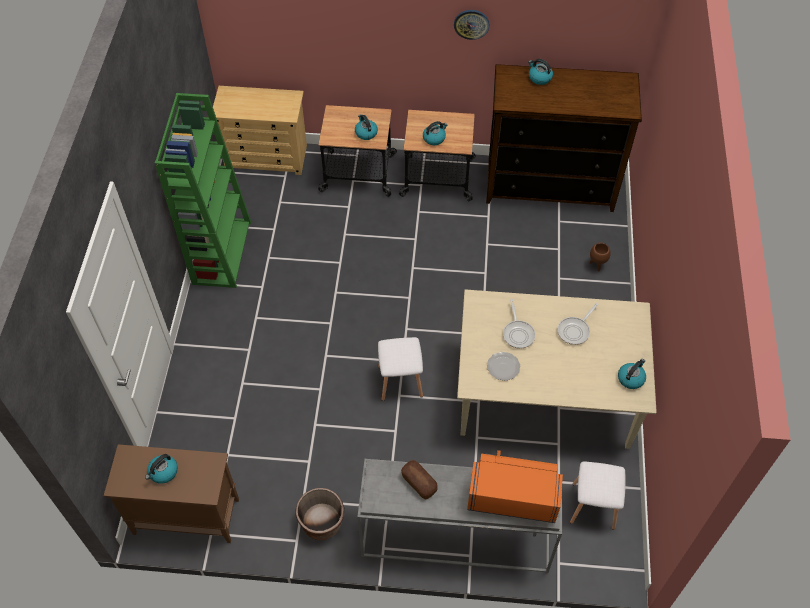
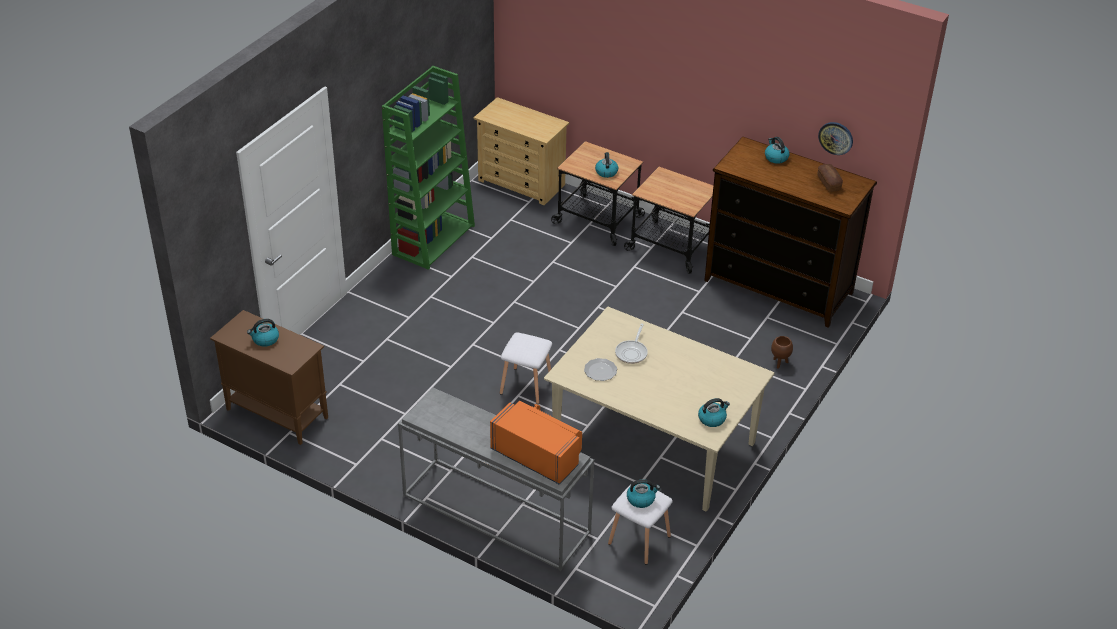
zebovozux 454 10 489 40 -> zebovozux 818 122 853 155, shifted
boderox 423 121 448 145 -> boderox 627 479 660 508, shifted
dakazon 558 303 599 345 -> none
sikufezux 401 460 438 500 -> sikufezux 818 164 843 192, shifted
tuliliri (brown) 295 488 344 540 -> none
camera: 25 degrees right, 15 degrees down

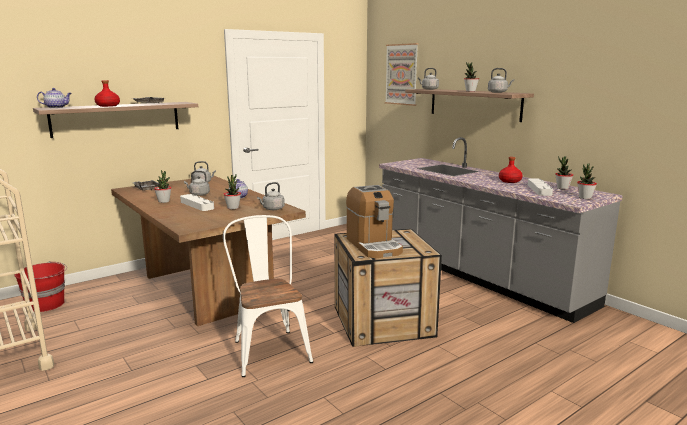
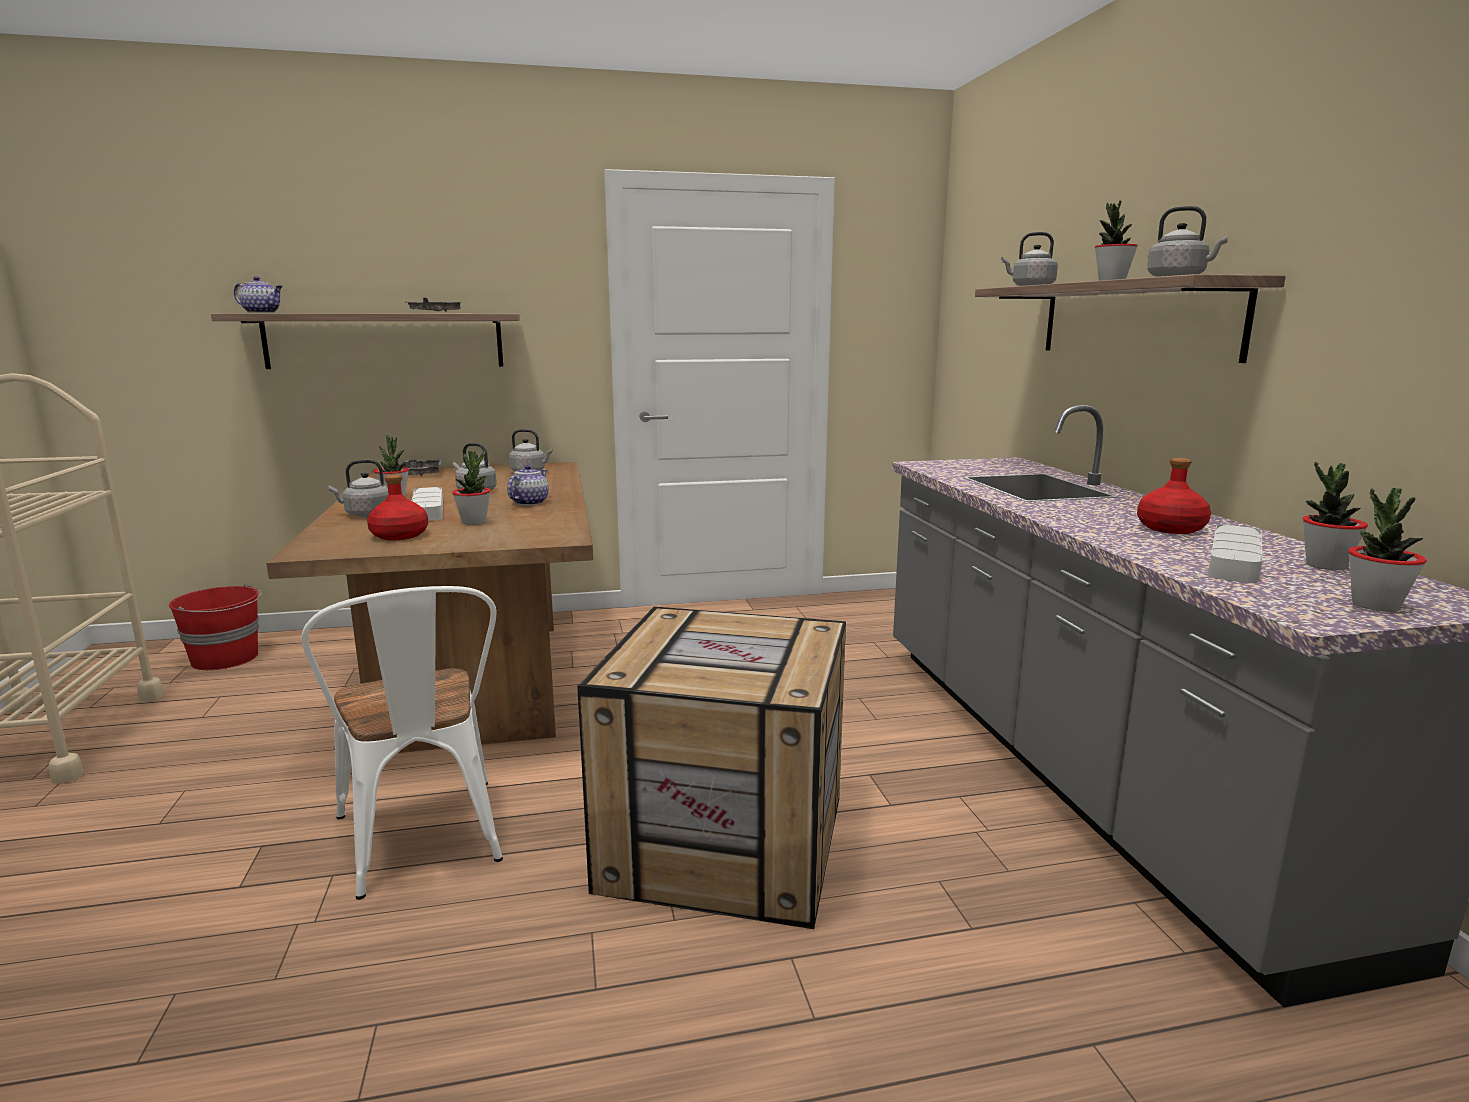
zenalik 385 43 418 106 -> none
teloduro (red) 94 80 120 107 -> teloduro (red) 367 474 428 540, shifted
boderox (grey) 257 182 285 210 -> boderox (grey) 328 460 388 517, shifted
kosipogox 346 185 403 258 -> none
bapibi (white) 223 215 313 377 -> bapibi (white) 301 586 503 900, 150 degrees clockwise
camera: 25 degrees right, 0 degrees up

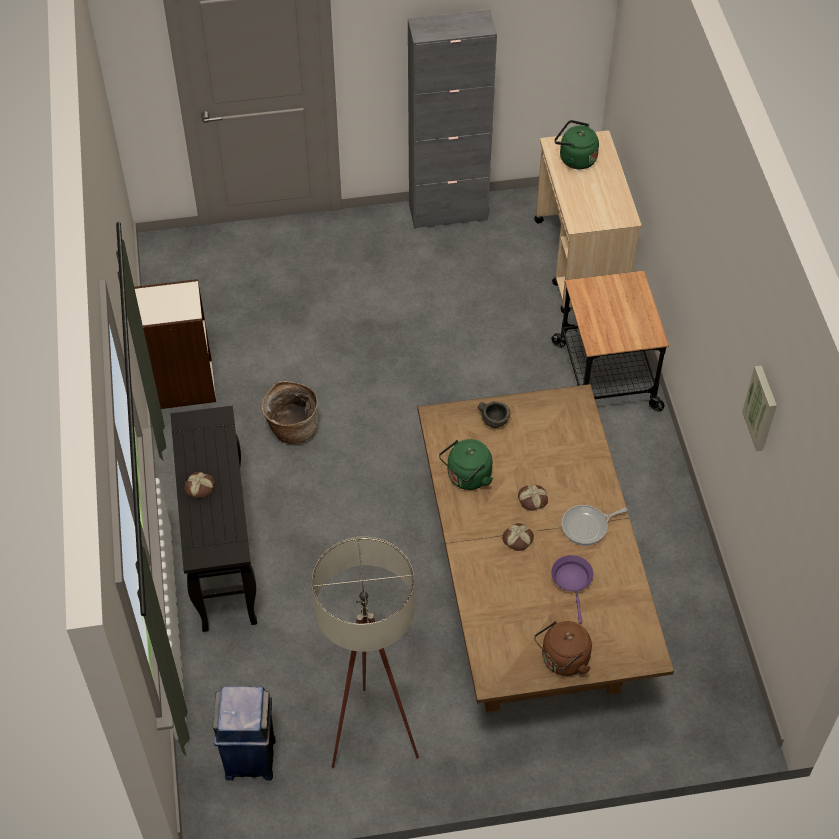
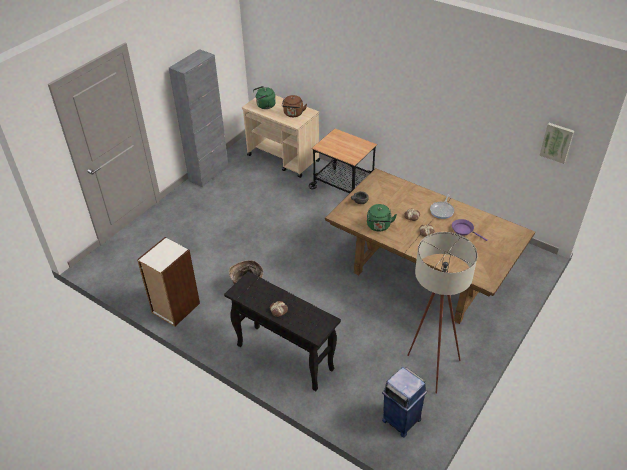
zenalik 742 365 777 451 -> zenalik 539 123 574 164, shifted
boderox (brown) 534 621 592 676 -> boderox (brown) 282 95 307 117, shifted
camera: 45 degrees left, 10 degrees down

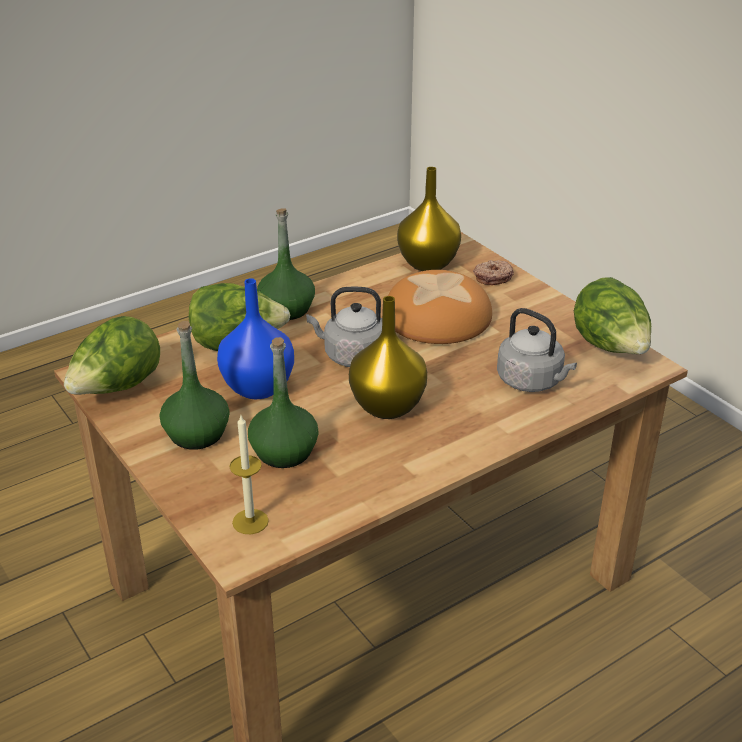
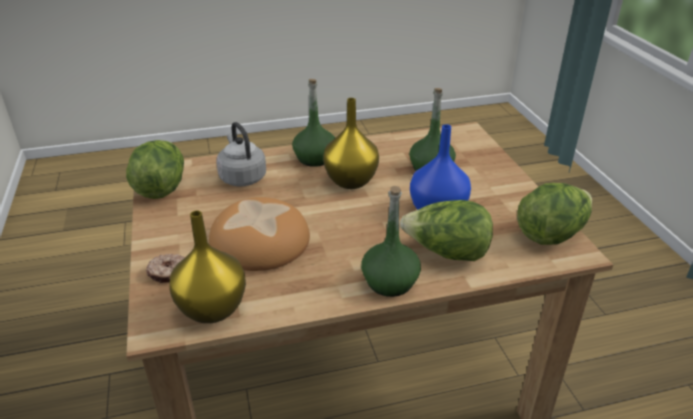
boderox (grey) 306 287 382 367 -> none
teloduro (green) 159 321 230 450 -> teloduro (green) 292 79 335 167, shifted
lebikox 229 416 269 534 -> none
camera: 160 degrees left, 0 degrees up

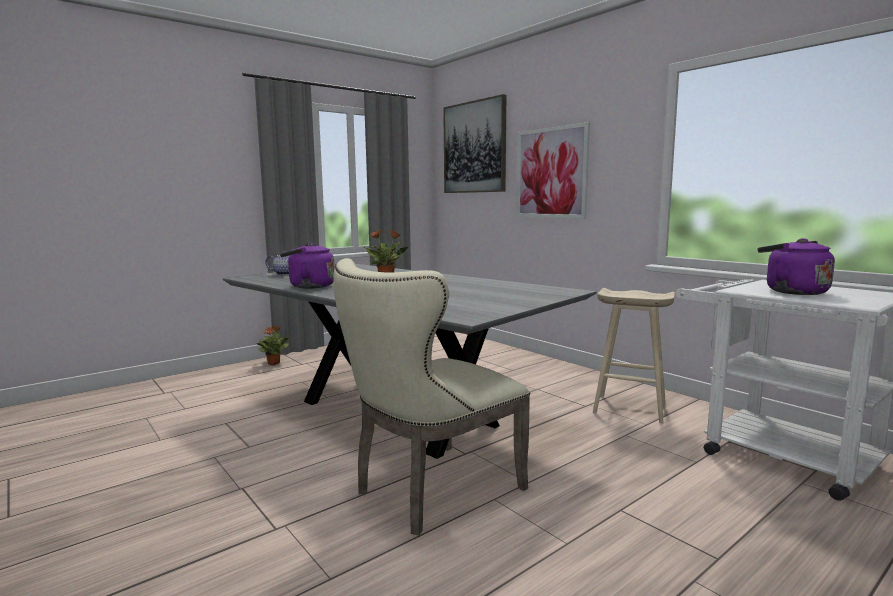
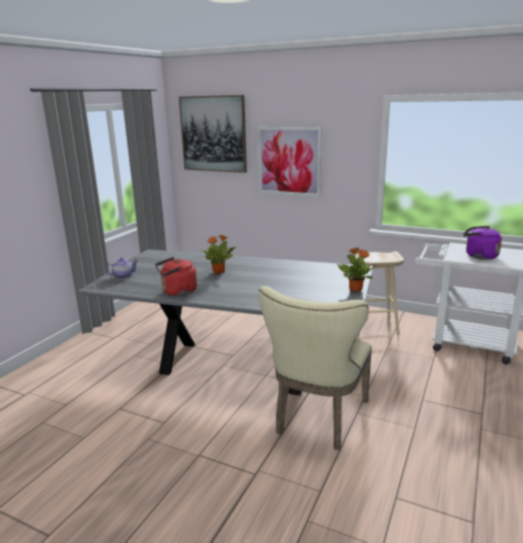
boderox (purple) 280 243 335 289 -> boderox (red) 155 257 197 296
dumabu 257 326 290 365 -> dumabu 337 247 376 291, shifted
camera: 25 degrees left, 10 degrees up

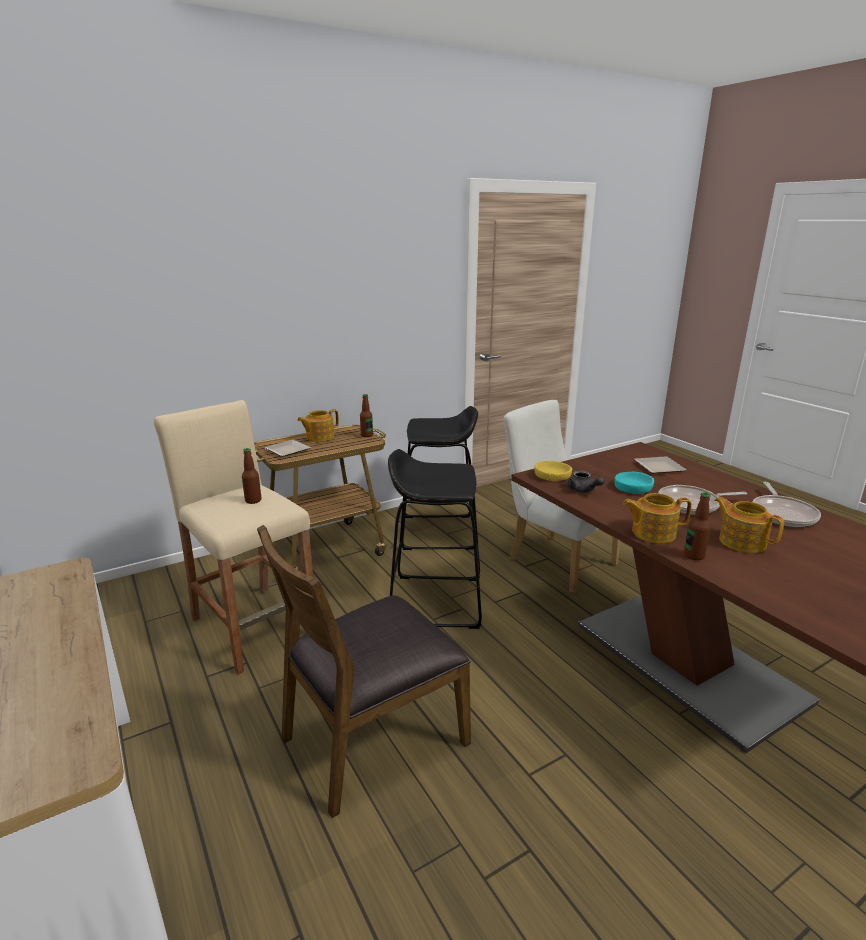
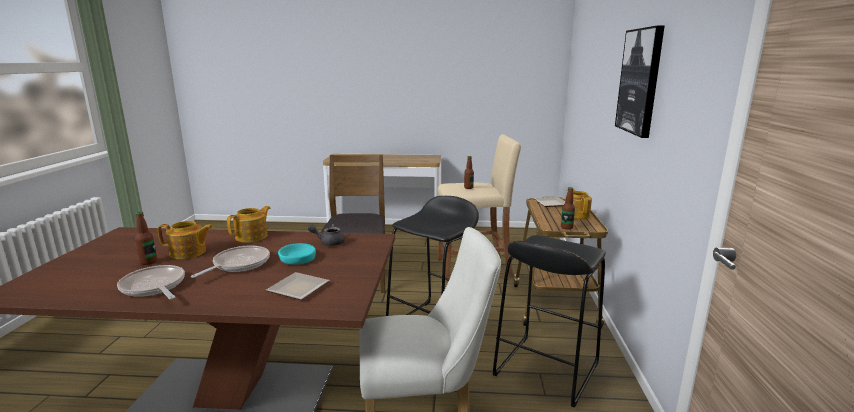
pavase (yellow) 534 461 572 481 -> none
teloduro 684 492 711 560 -> teloduro 135 212 157 265, shifted
none -> zenalik 615 25 665 138
camera: 125 degrees right, 5 degrees down

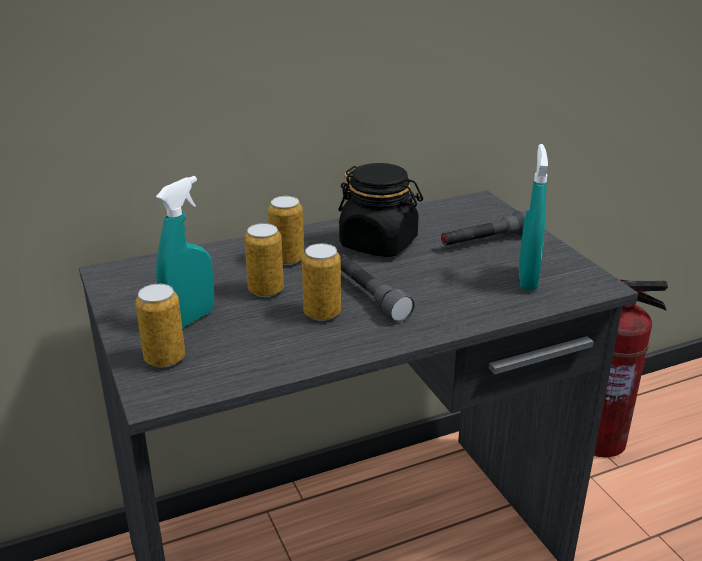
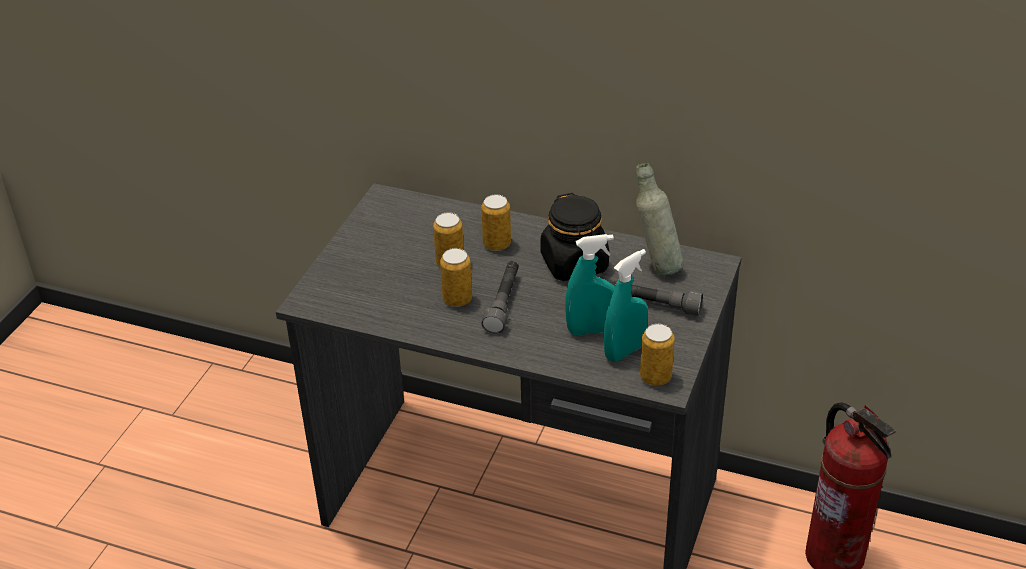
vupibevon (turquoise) 156 176 214 328 -> vupibevon (turquoise) 565 234 615 335, shifted
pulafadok 135 284 185 368 -> pulafadok 640 324 675 386, shifted
none -> teloduro (grey) 636 163 684 276
camera: 45 degrees right, 10 degrees up

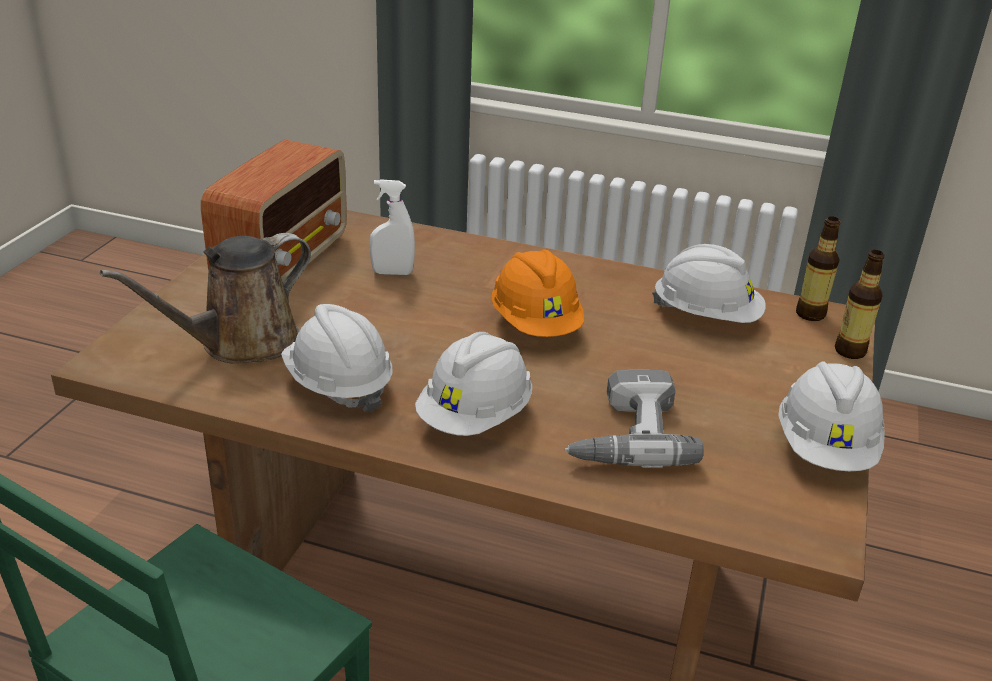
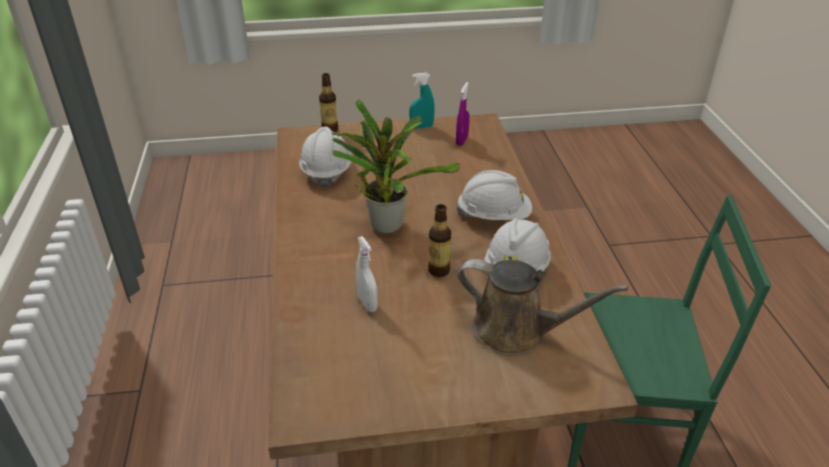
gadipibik 201 140 347 283 -> none
teloduro 796 216 841 321 -> teloduro 428 204 451 277, shifted
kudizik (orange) 492 249 584 337 -> dumabu 332 100 460 234
kudizik (white) 778 361 885 471 -> vupibevon (turquoise) 409 73 435 129
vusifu 565 370 704 468 -> none
none -> vupibevon (purple) 456 82 470 146
camera: 115 degrees left, 5 degrees up

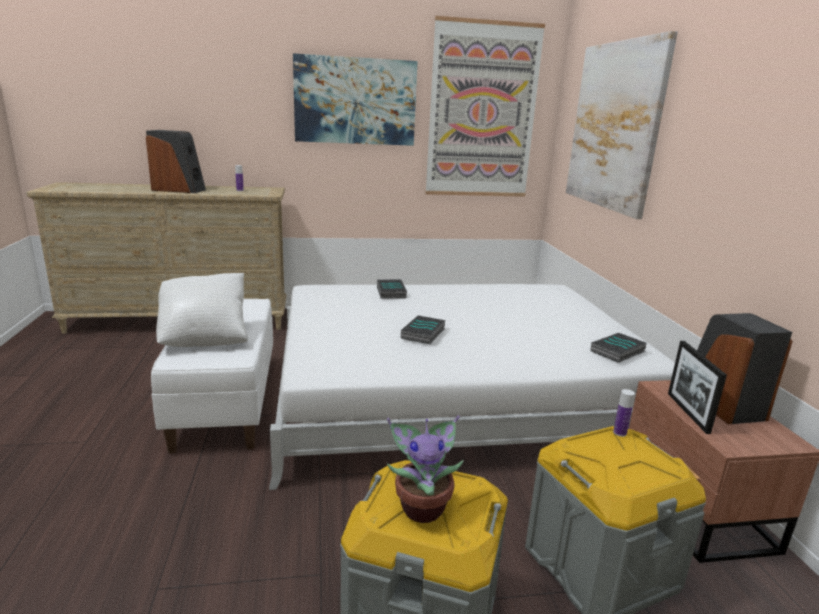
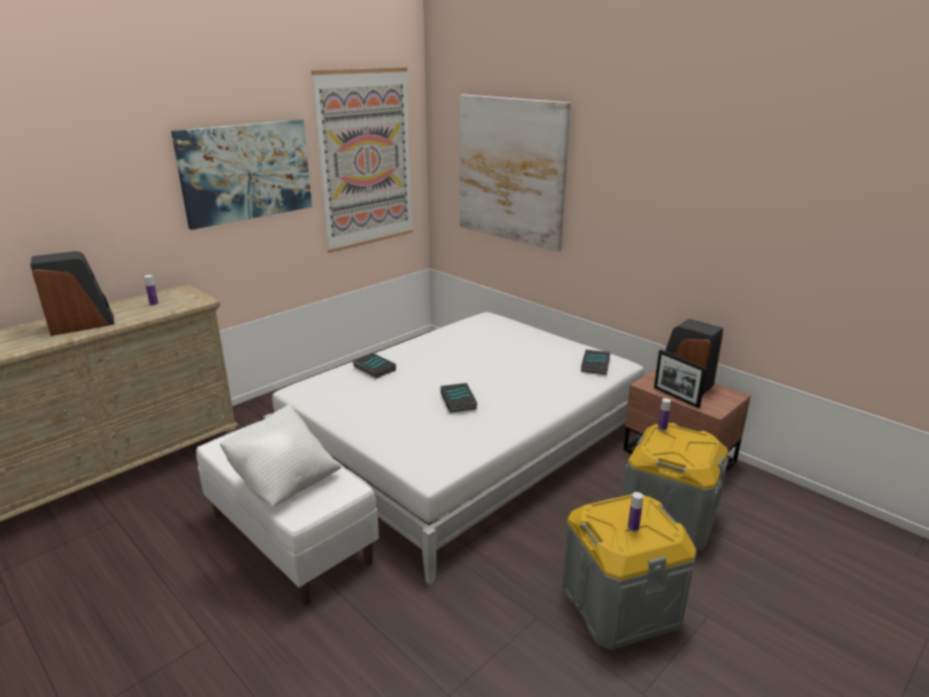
dumabu 387 415 464 523 -> teloduro 628 492 643 532
camera: 35 degrees left, 5 degrees up

